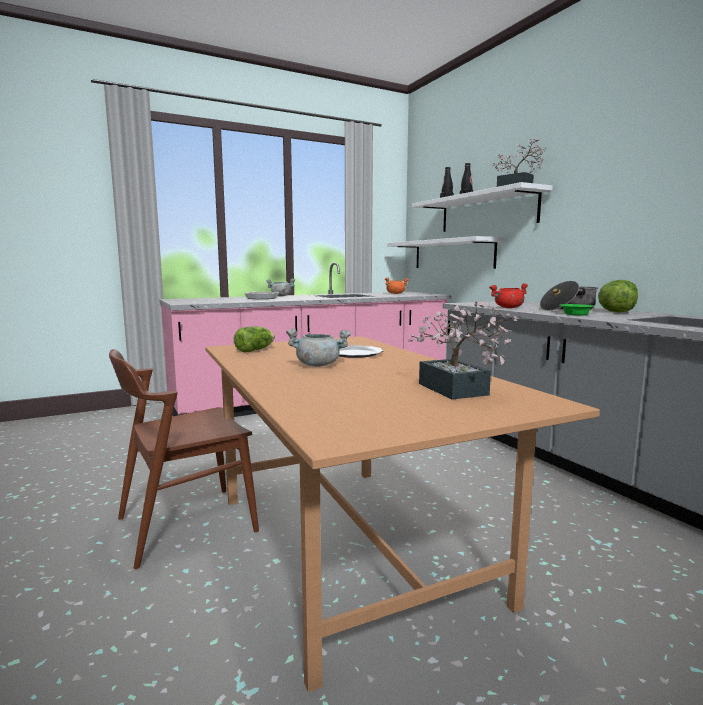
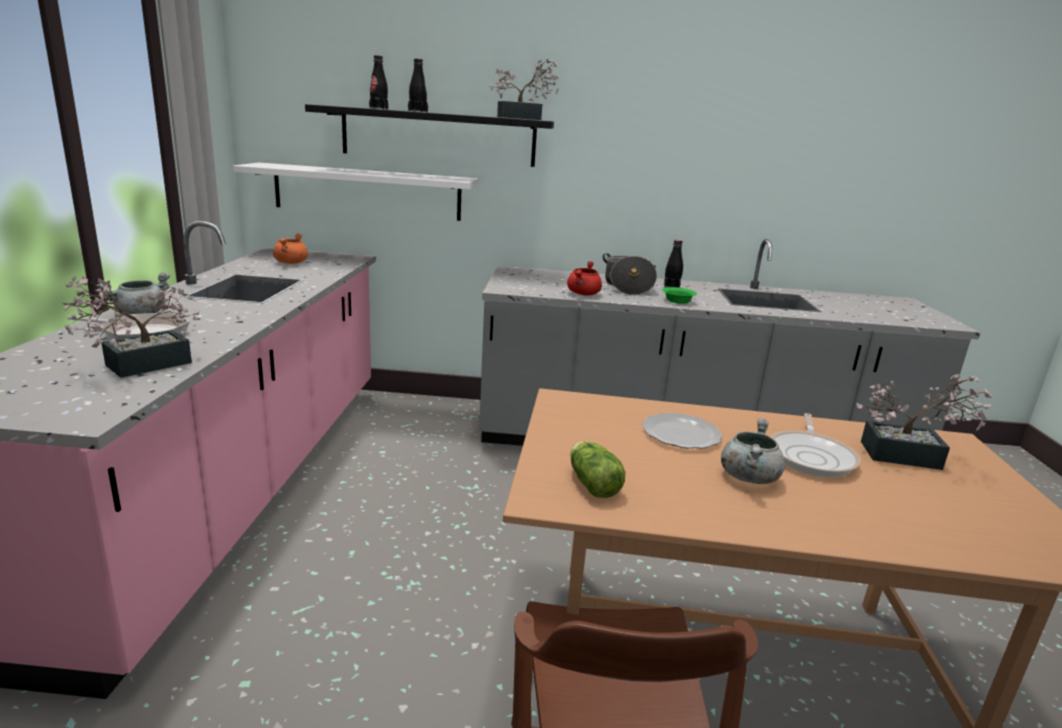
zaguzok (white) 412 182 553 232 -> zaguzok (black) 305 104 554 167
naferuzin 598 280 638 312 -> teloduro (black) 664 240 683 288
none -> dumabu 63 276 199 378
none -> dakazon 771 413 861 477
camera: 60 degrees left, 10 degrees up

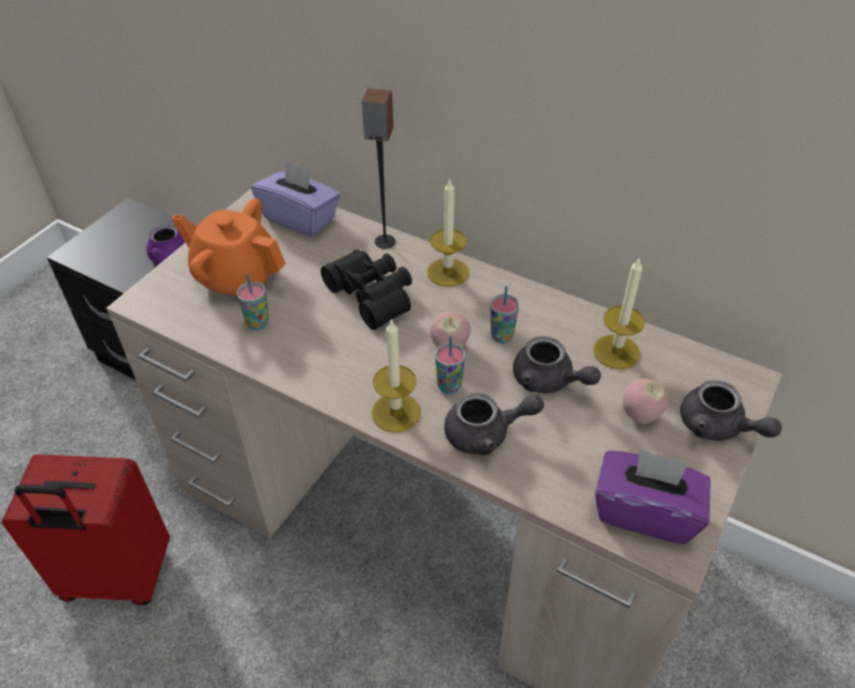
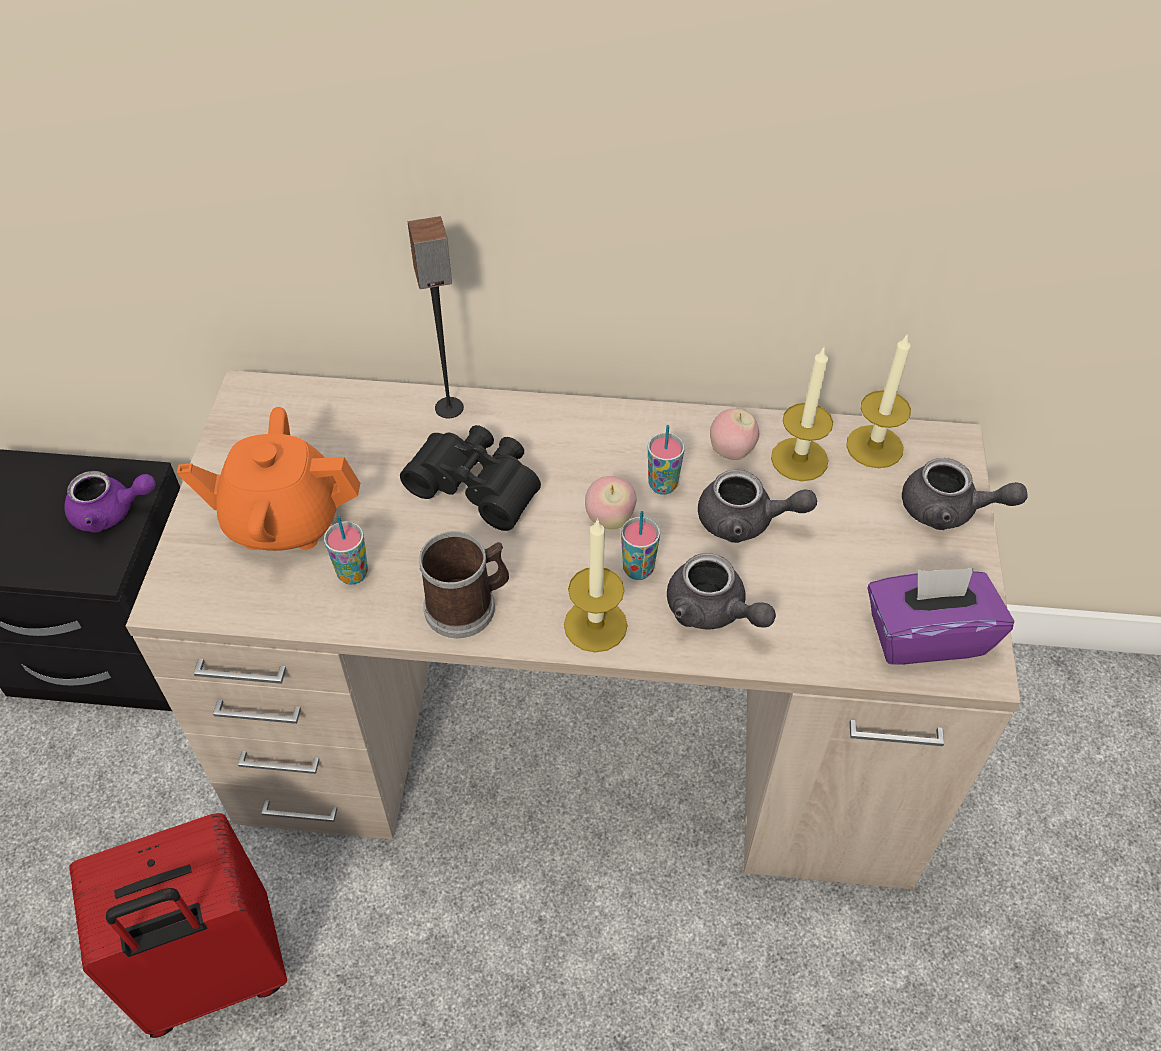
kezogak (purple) 251 160 340 237 -> none
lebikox 427 178 469 287 -> lebikox 846 333 911 468, shifted
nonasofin 623 378 667 424 -> nonasofin 710 408 759 460, shifted
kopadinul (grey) 444 393 544 456 -> kopadinul (grey) 667 553 776 630, 75 degrees clockwise
none -> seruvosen 419 531 509 638
camera: 25 degrees left, 5 degrees up

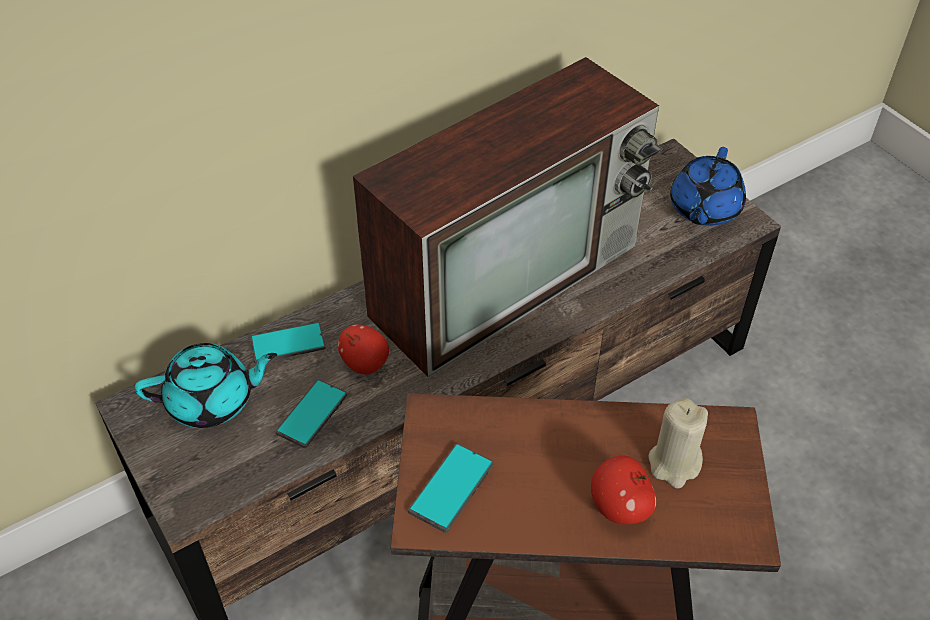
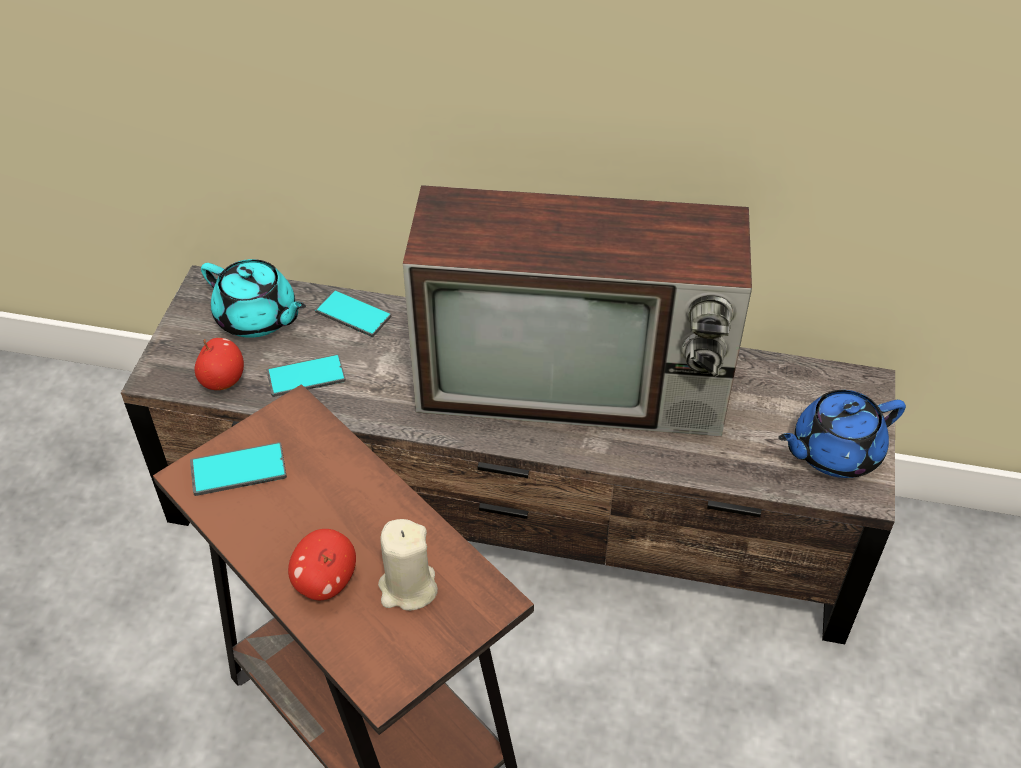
nonasofin 338 324 389 375 -> nonasofin 195 338 244 390, shifted
camera: 45 degrees right, 0 degrees up

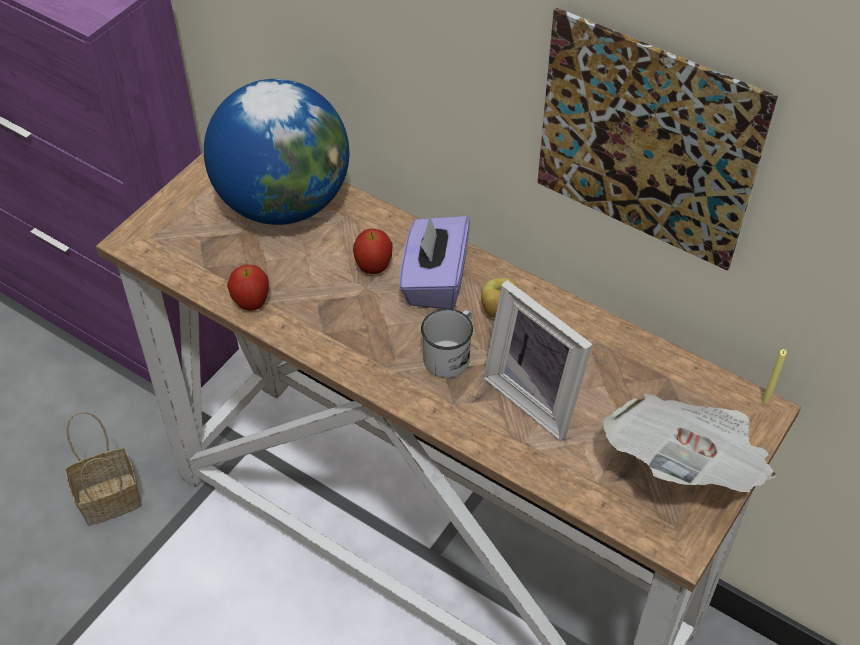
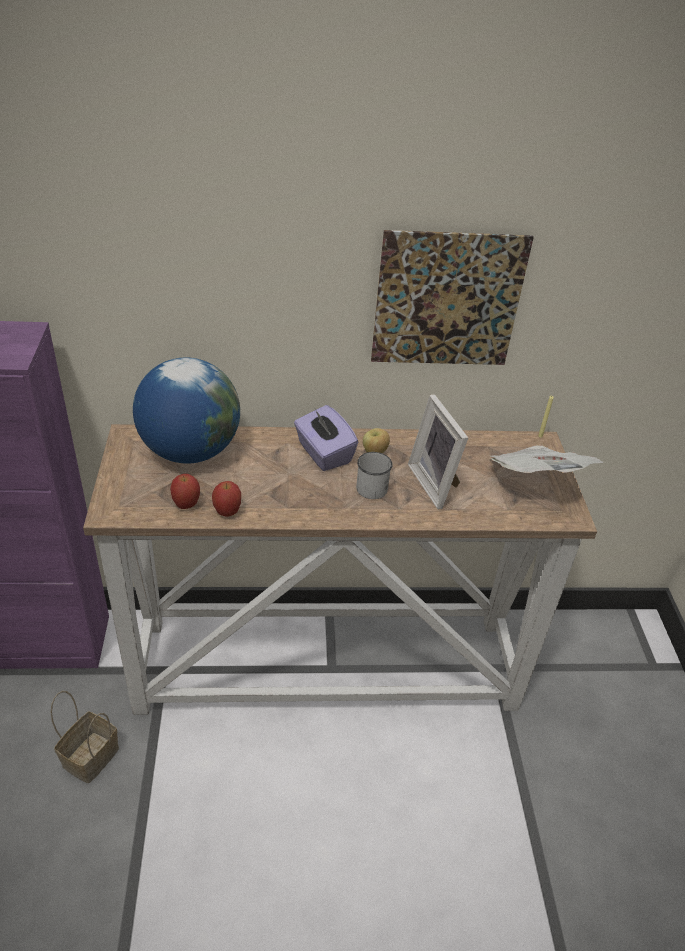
nonasofin 353 229 393 274 -> nonasofin 170 474 200 509, shifted
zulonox 483 280 593 441 -> zulonox 408 394 468 509, 60 degrees clockwise
camera: 40 degrees left, 10 degrees down

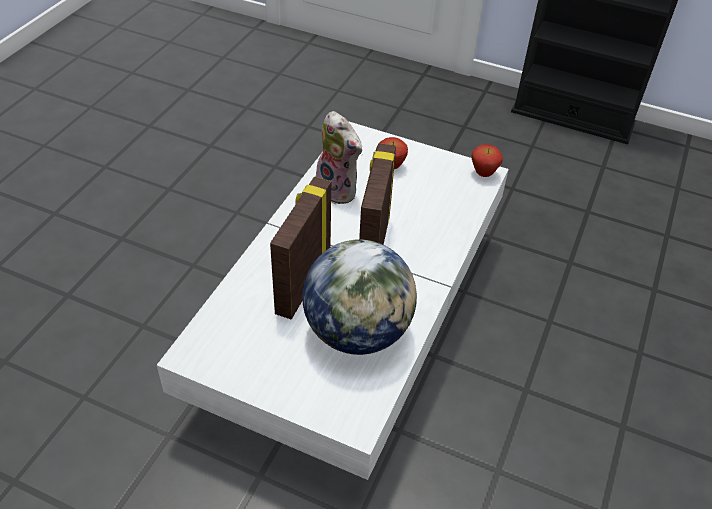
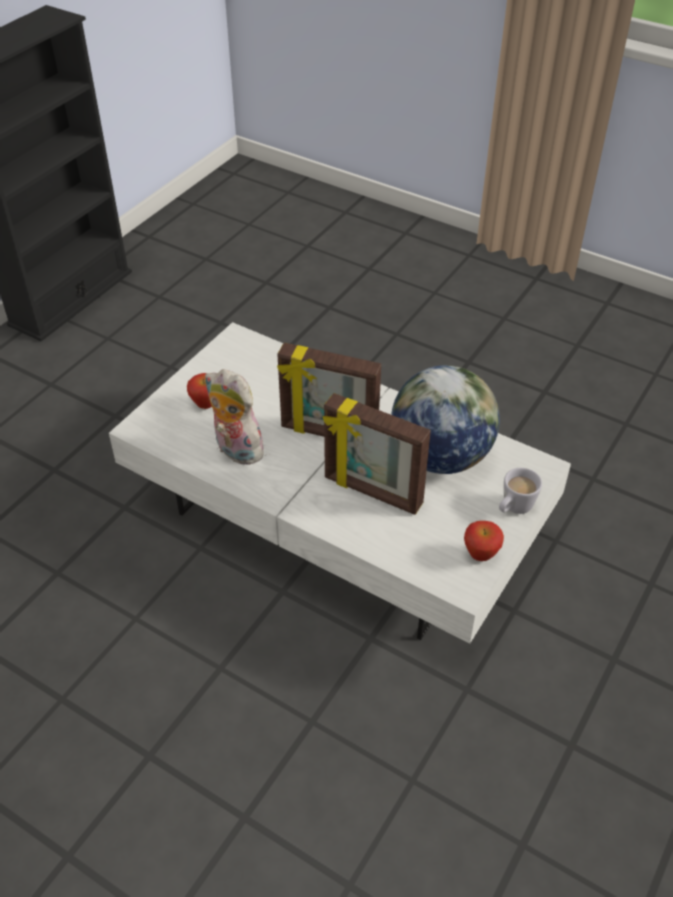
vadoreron 316 111 363 204 -> vadoreron 205 369 264 465, 105 degrees counterclockwise
nonasofin 472 144 503 177 -> nonasofin 464 521 504 561, shifted
none -> seruvosen (white) 499 468 542 514
camera: 80 degrees left, 0 degrees up

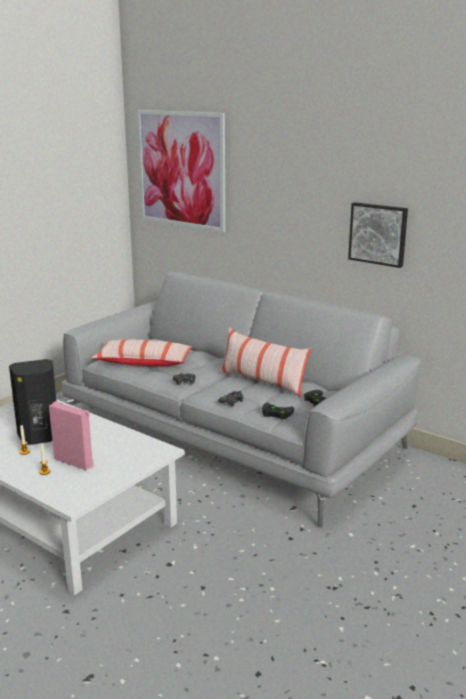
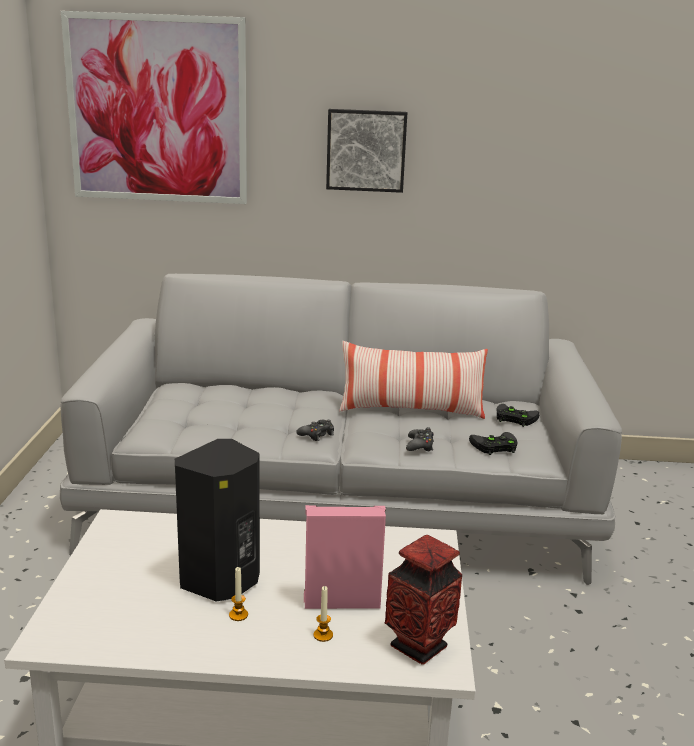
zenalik 348 202 408 268 -> zenalik 326 109 407 193, shifted
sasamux 92 339 192 366 -> none
none -> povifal 385 535 462 665
camera: 35 degrees left, 0 degrees up

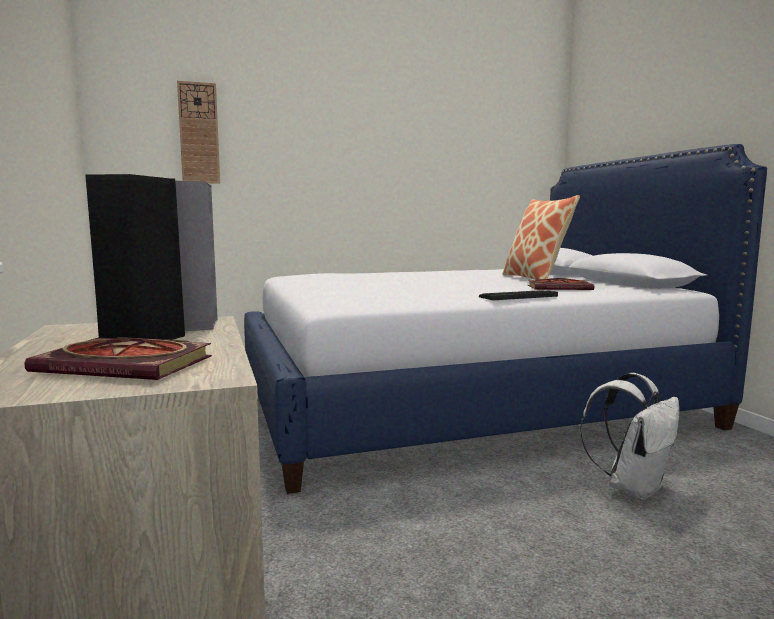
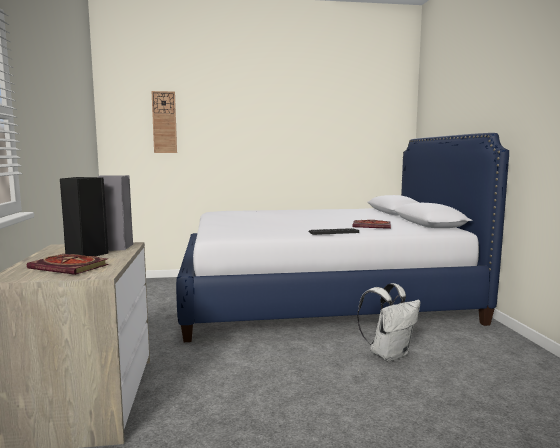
sasamux 502 195 580 280 -> none
camera: 10 degrees right, 0 degrees up

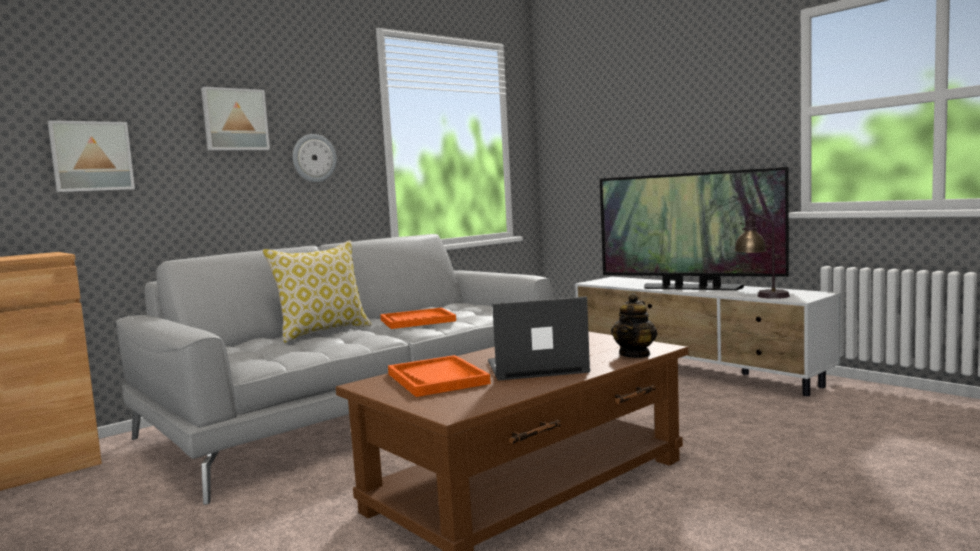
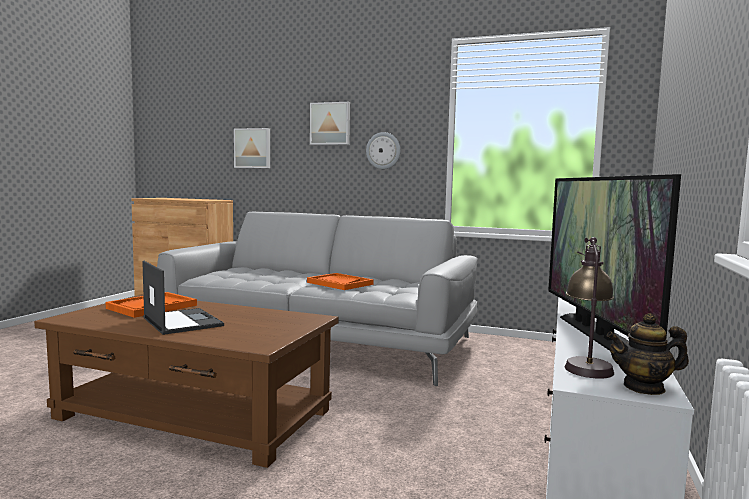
sasamux 262 240 372 343 -> none
kopadinul 611 293 657 358 -> kopadinul 607 313 689 395, shifted
camera: 60 degrees right, 0 degrees up

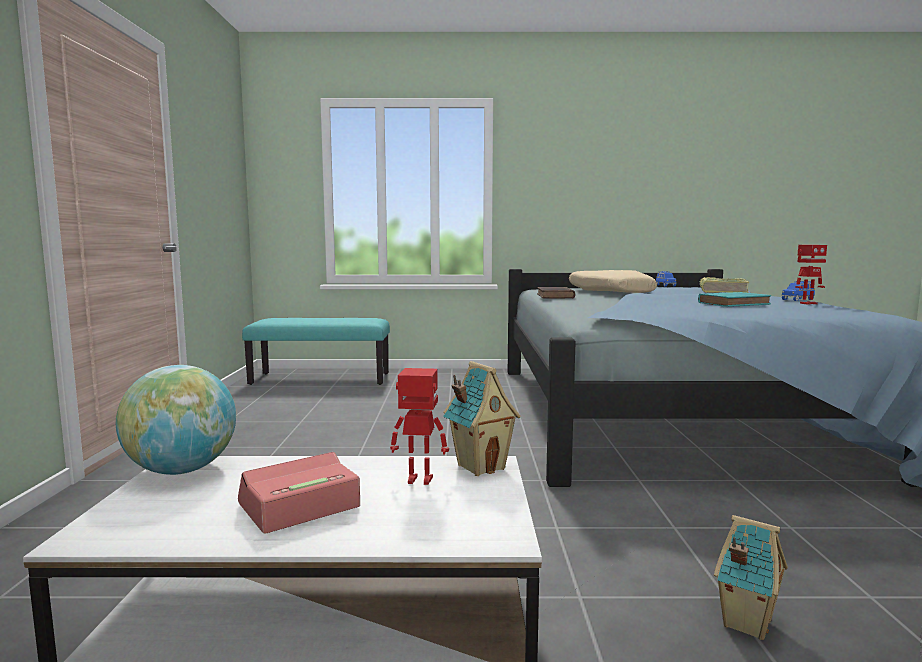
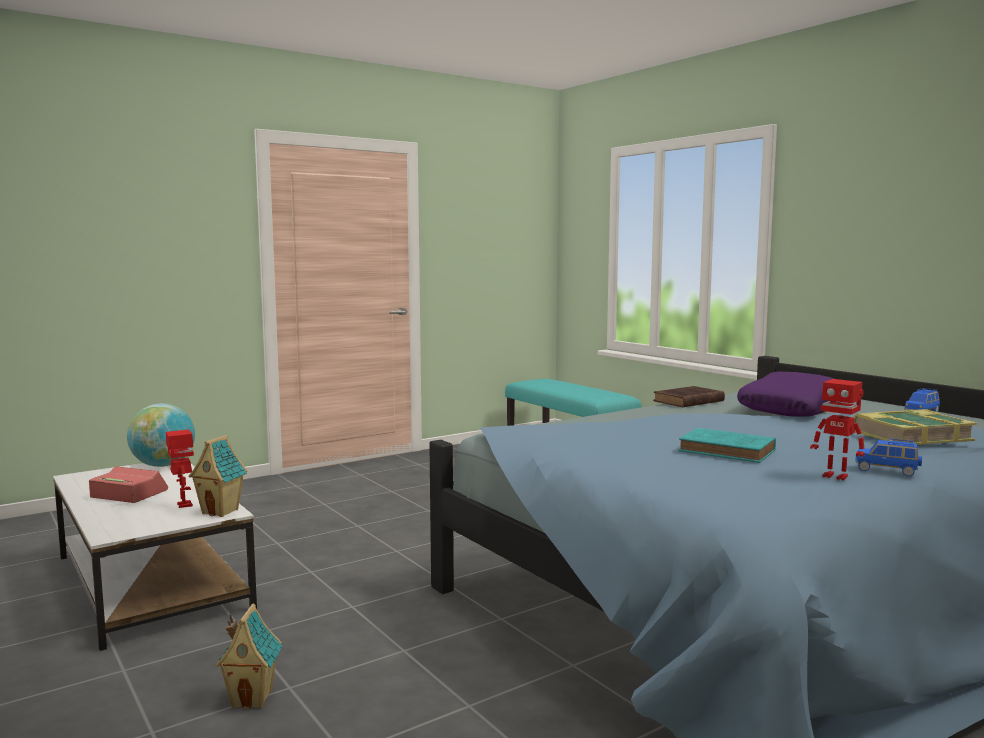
sasamux (beige) 569 270 657 293 -> sasamux (purple) 737 372 836 417
camera: 55 degrees right, 0 degrees up

